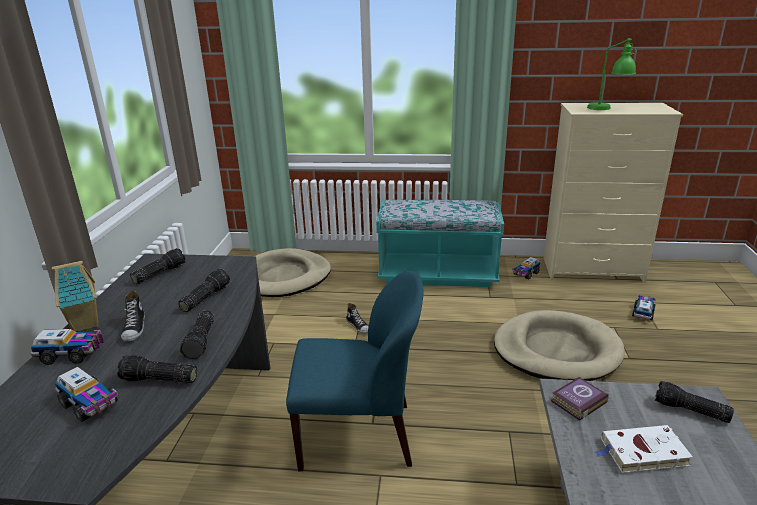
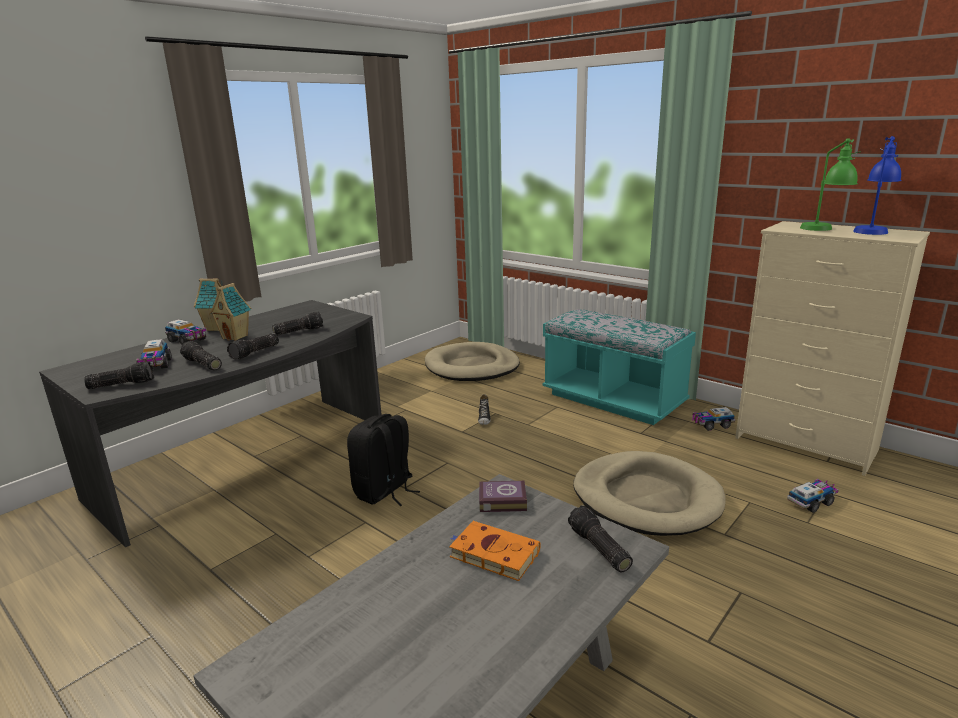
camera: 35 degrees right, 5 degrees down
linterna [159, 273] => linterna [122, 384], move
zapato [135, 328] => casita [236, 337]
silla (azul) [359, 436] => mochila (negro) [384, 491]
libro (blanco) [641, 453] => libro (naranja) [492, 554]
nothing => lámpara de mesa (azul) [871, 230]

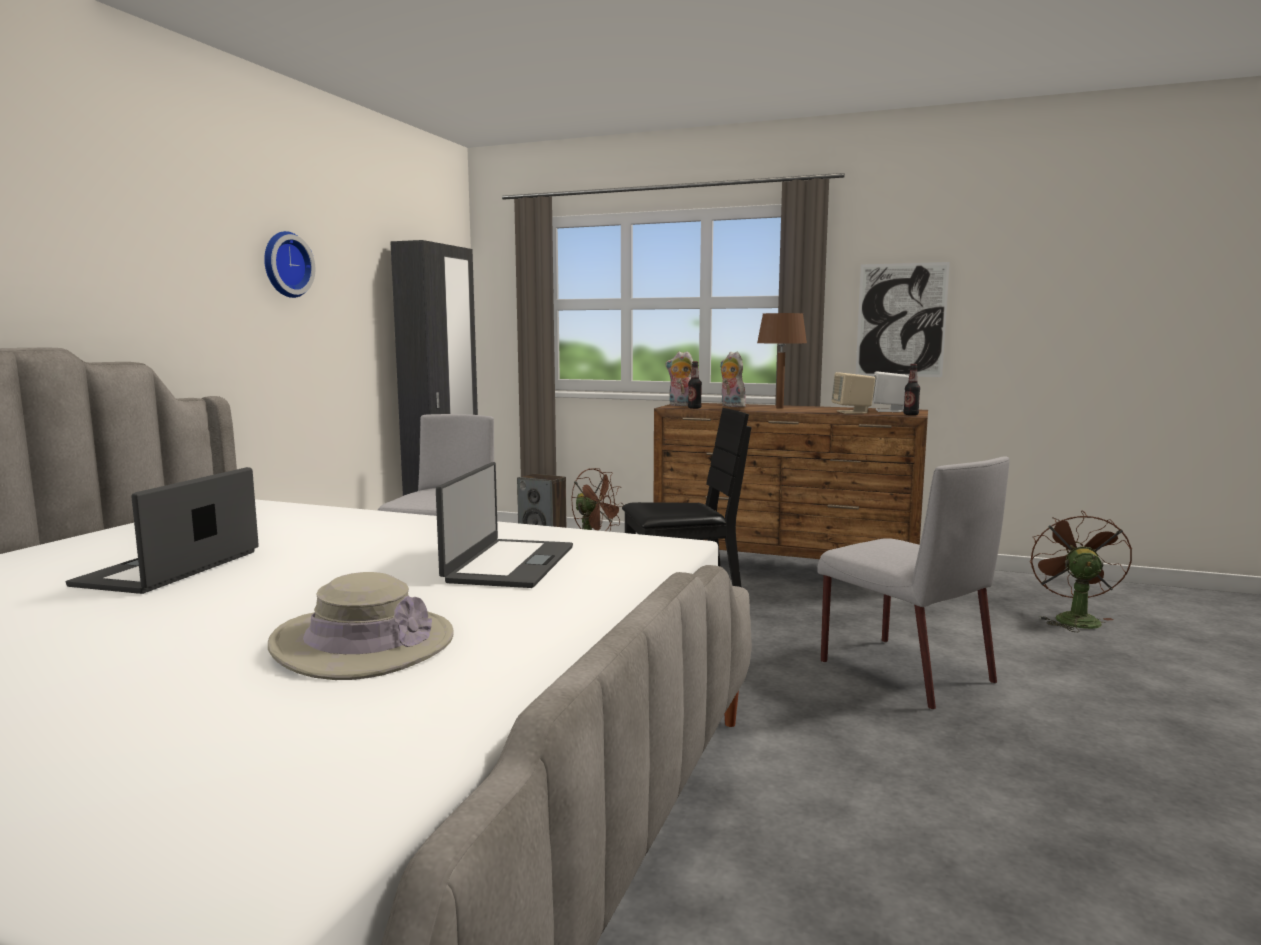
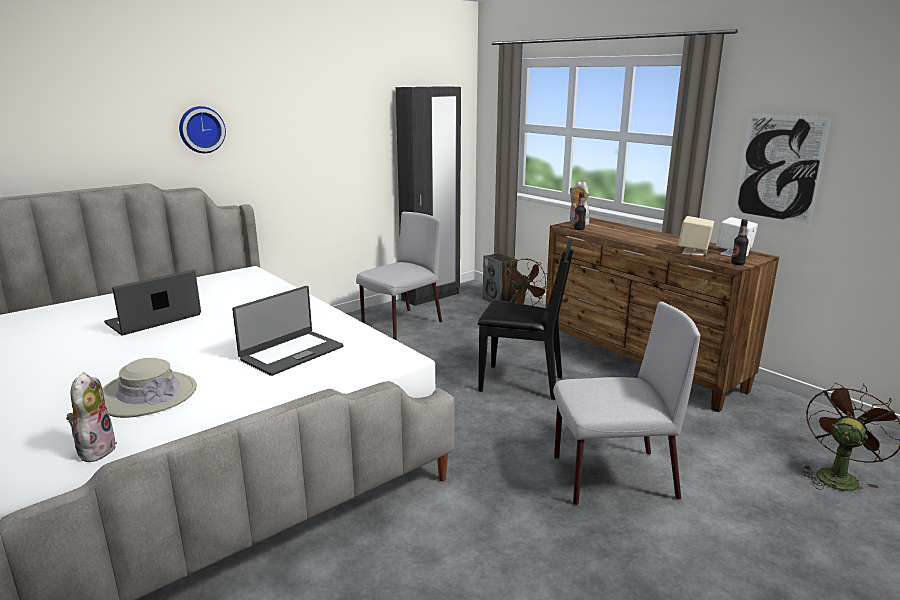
camera: 30 degrees right, 10 degrees up
peluche [731, 406] => peluche [95, 449], move
reloj de pared [285, 265] => reloj de pared [201, 129], move
silla (gris) [902, 671] => silla (gris) [611, 477], 90 degrees counterclockwise
lámpara de mesa (marrón) [779, 408] => nothing

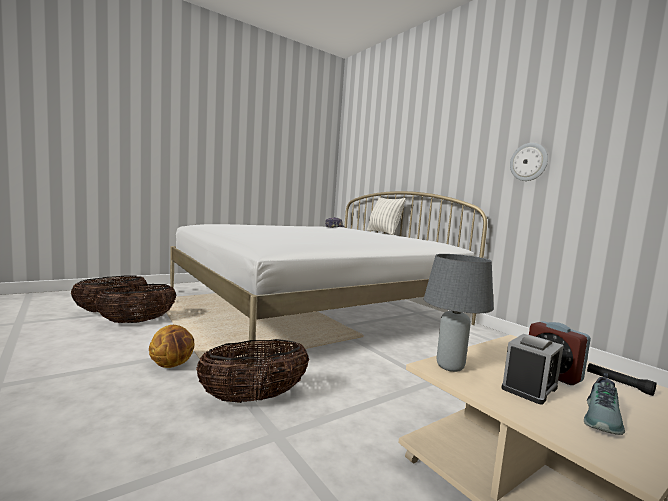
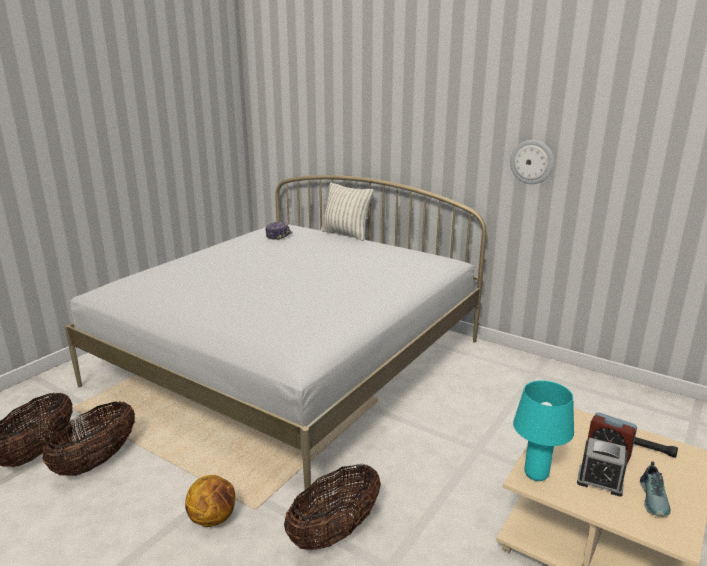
camera: 20 degrees left, 15 degrees up
lámpara de mesa (gris) [449, 367] => lámpara de mesa (turquesa) [535, 475]
despertador [529, 388] => despertador [600, 481], 90 degrees clockwise

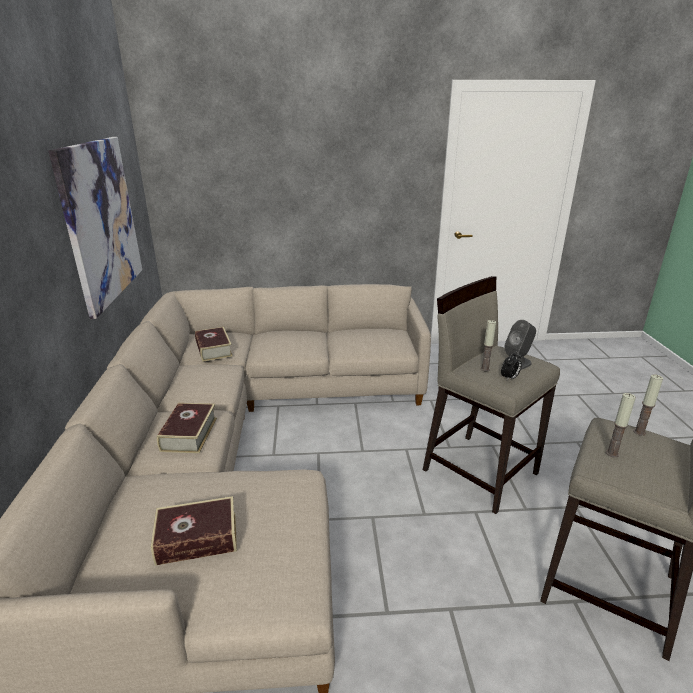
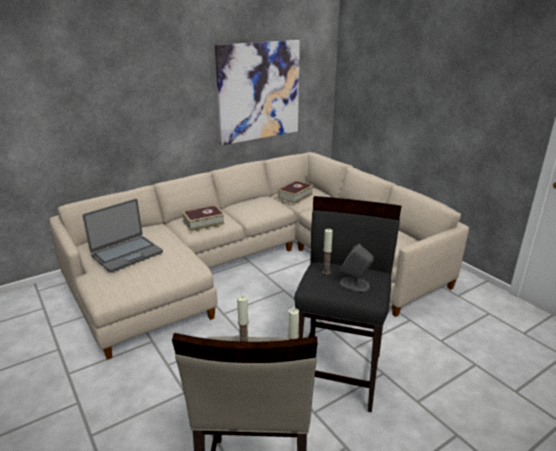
camera: 60 degrees right, 0 degrees up
libro [197, 538] => portátil [126, 254]
taburete (beis) [479, 470] => taburete (negro) [339, 373]
despertador [509, 378] => nothing

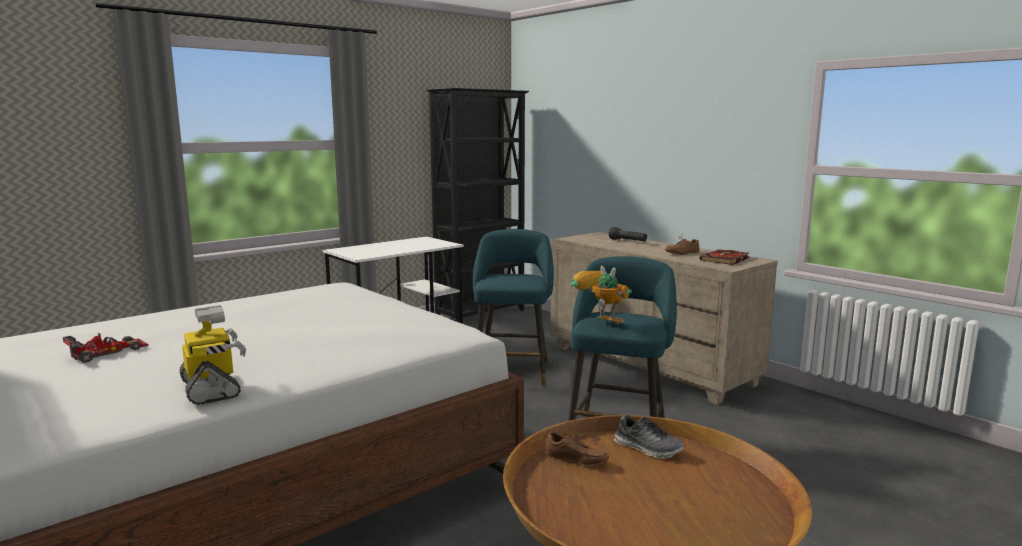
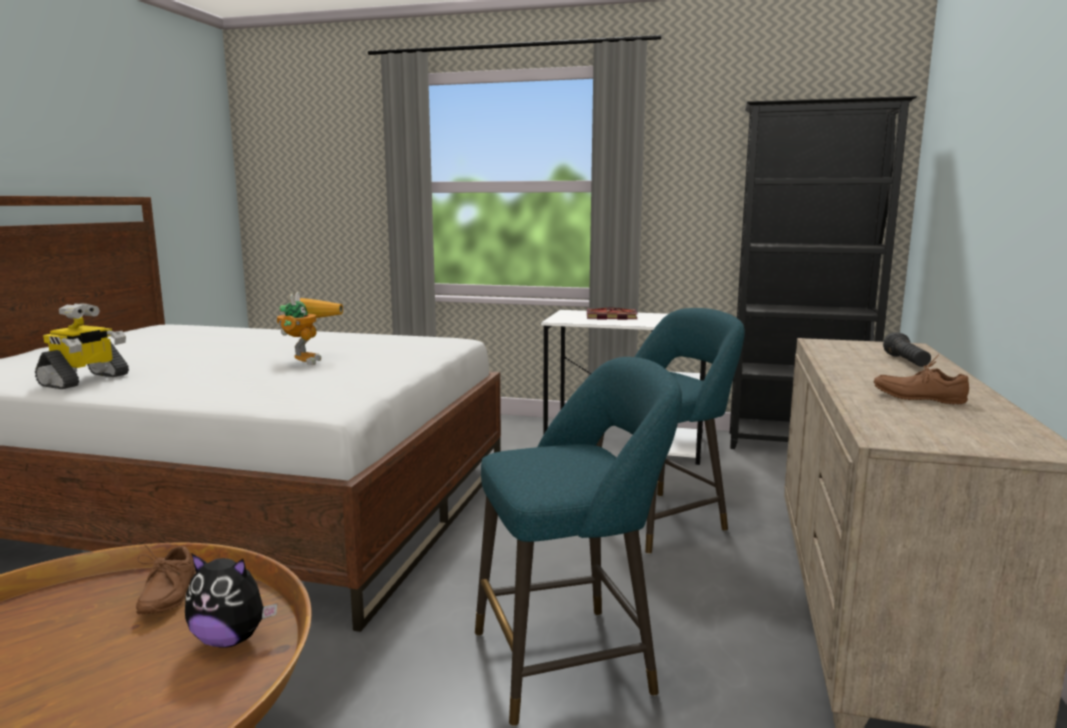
camera: 55 degrees right, 0 degrees up
zapato [648, 448] => peluche [231, 639]
robot de juguete [598, 322] => robot de juguete [306, 359], move
libro [725, 259] => libro [610, 317], move
coche de juguete [107, 351] => nothing

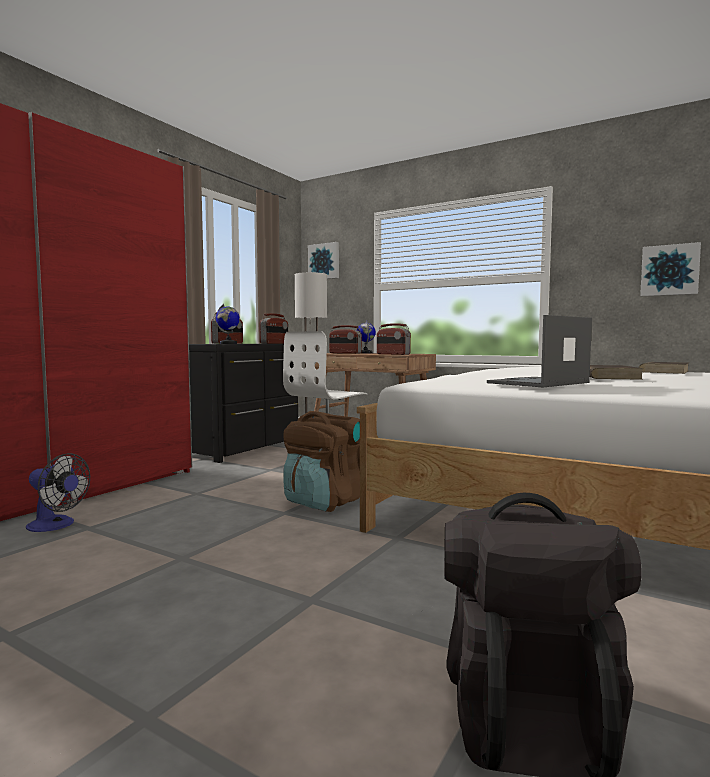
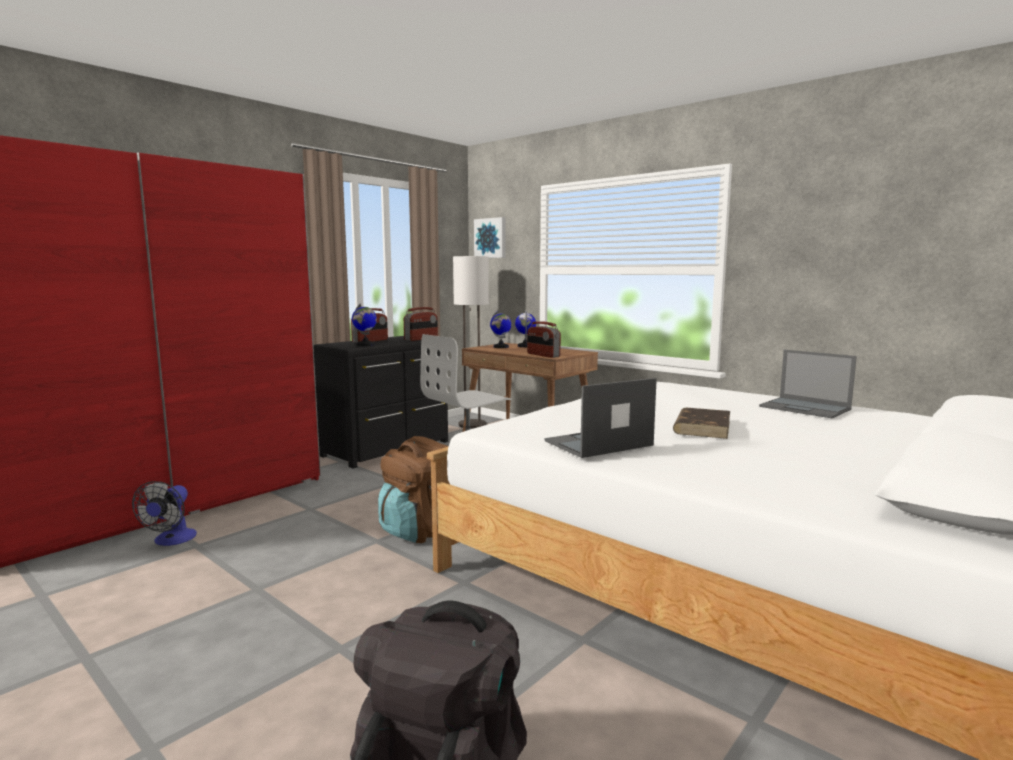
camera: 10 degrees right, 5 degrees up
ventilador [56, 525] => ventilador [171, 540], 60 degrees clockwise
radio [345, 353] => globo terráqueo [501, 347]
libro (marrón) [664, 371] => portátil [806, 408]
cuadro [669, 270] => nothing

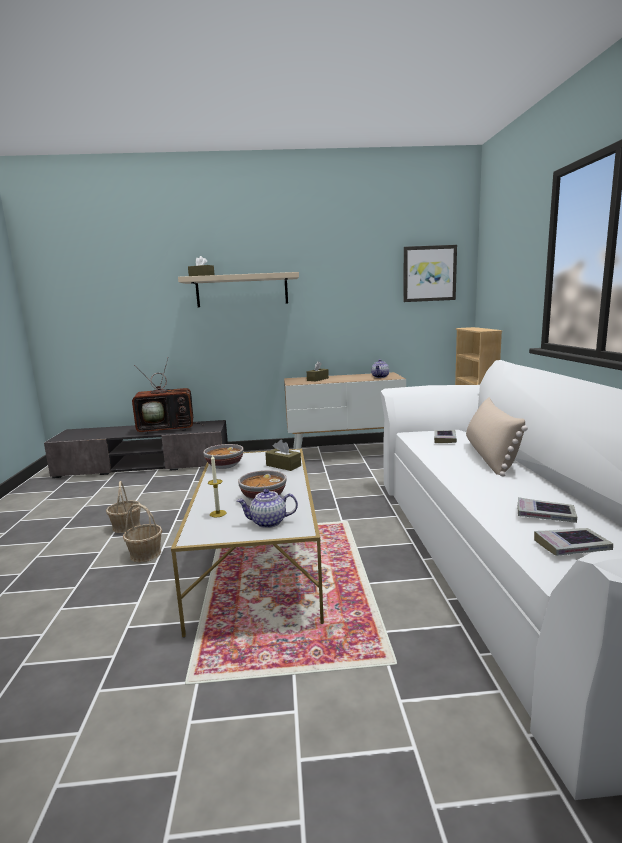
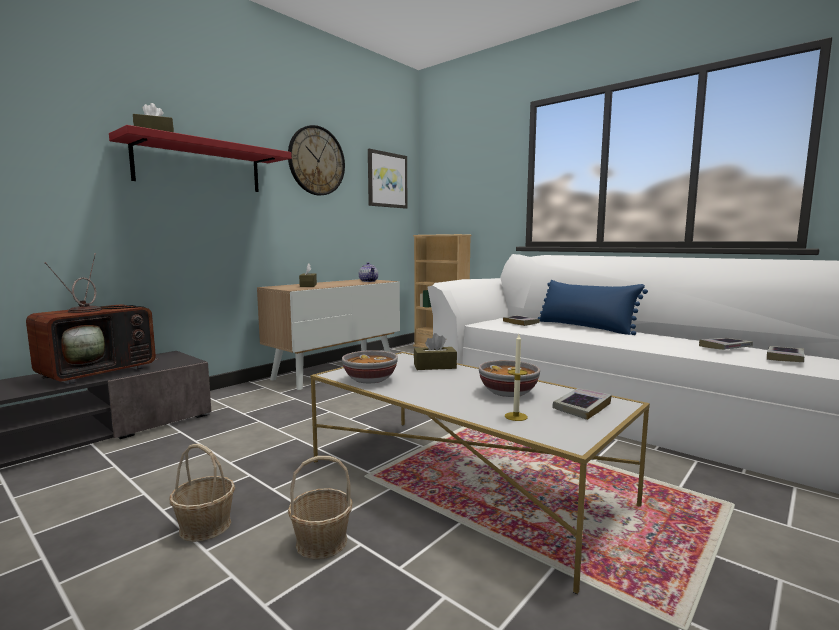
camera: 45 degrees left, 5 degrees down
estante (beis) [242, 290] => estante (rojo) [199, 166]
nothing => reloj de pared [316, 161]
cojín (beis) [490, 457] => cojín (azul) [585, 327]
tetera [268, 522] => libro [582, 407]

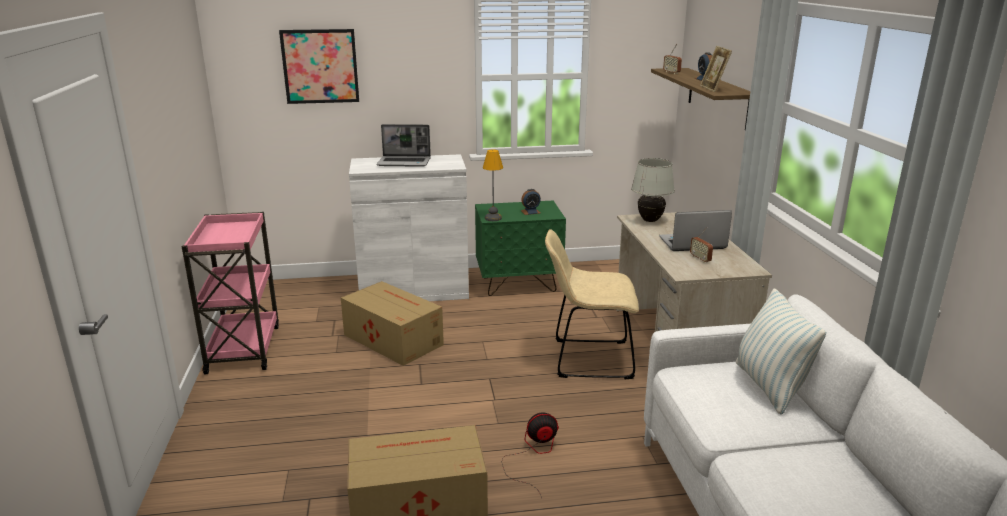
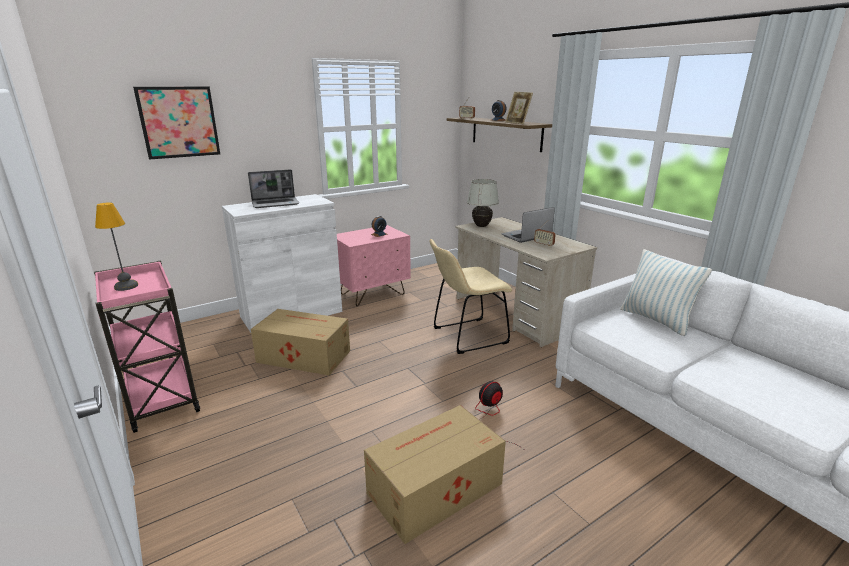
camera: 25 degrees left, 0 degrees up
lámpara de mesa [493, 218] => lámpara de mesa [126, 286], move
mesita de noche (verde) [518, 284] => mesita de noche (rosa) [372, 294]

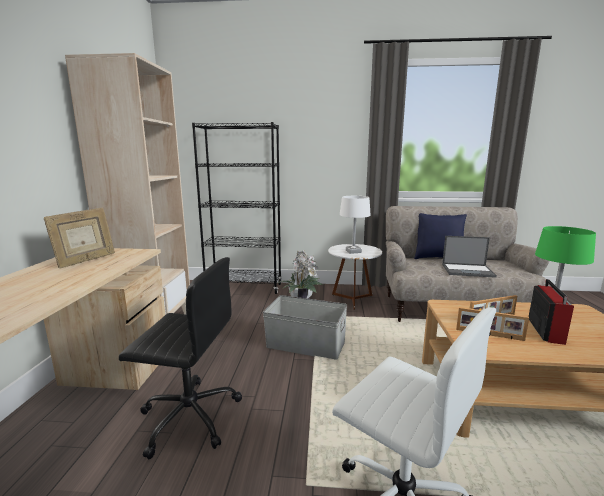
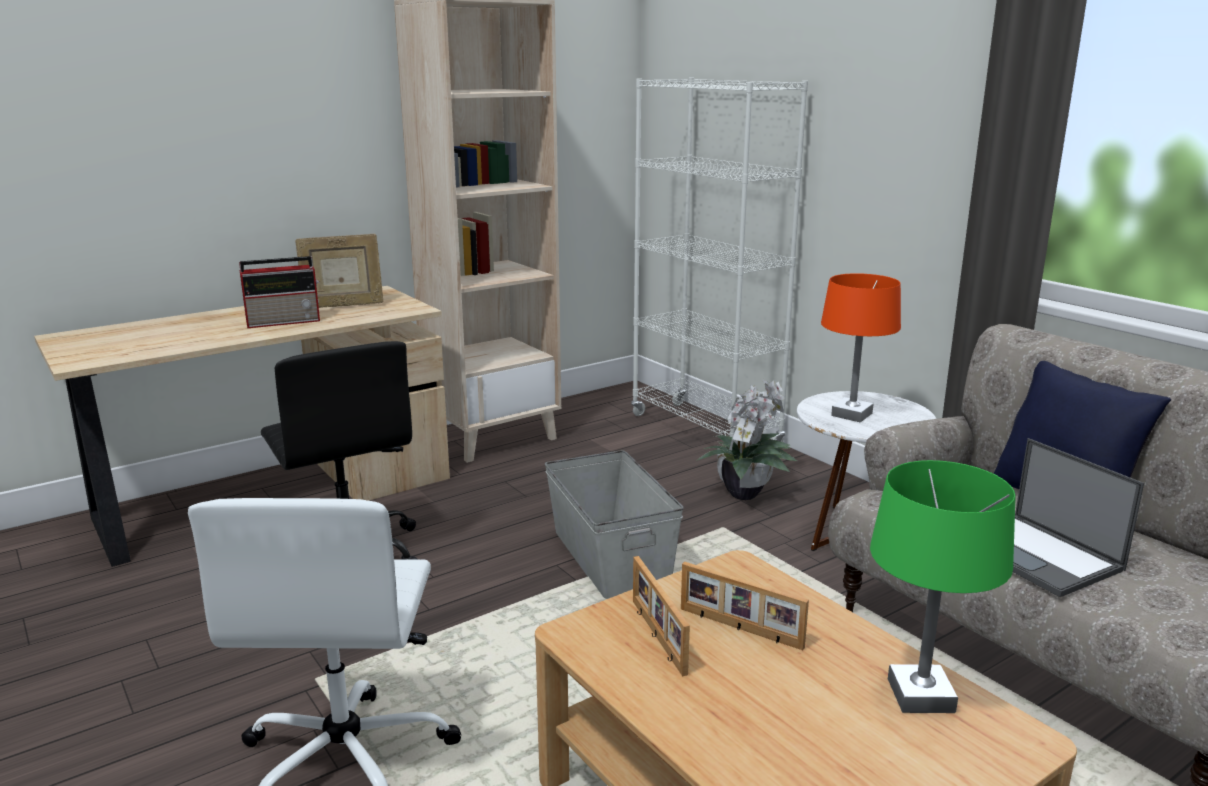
camera: 50 degrees right, 5 degrees up
radio [545, 330] => radio [285, 321], move
estantería (negro) [244, 288] => estantería (blanco) [705, 432]
lámpara de mesa (blanco) [353, 251] => lámpara de mesa (naranja) [851, 414]

